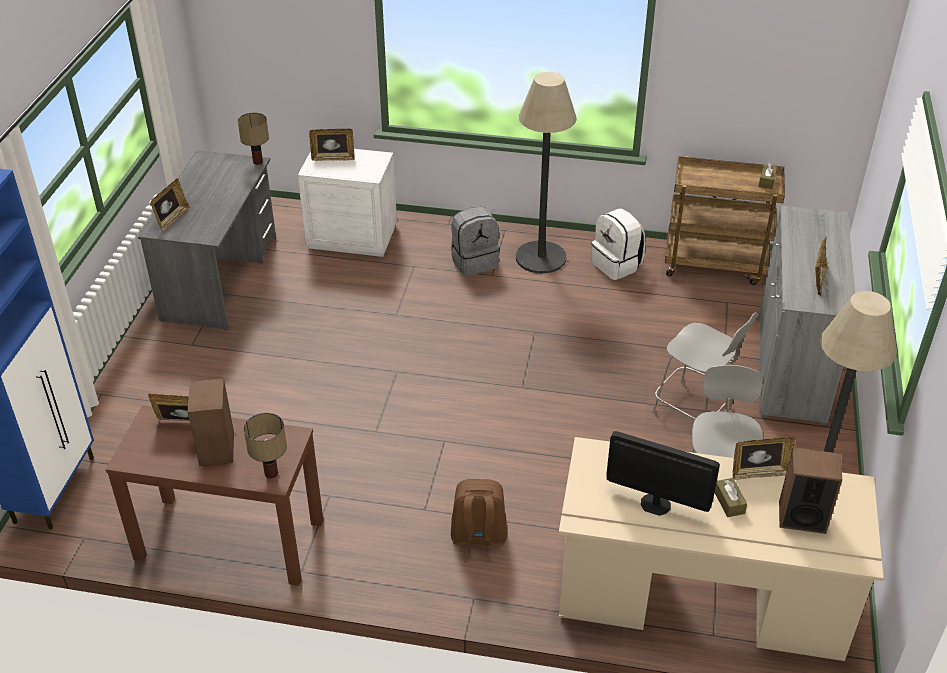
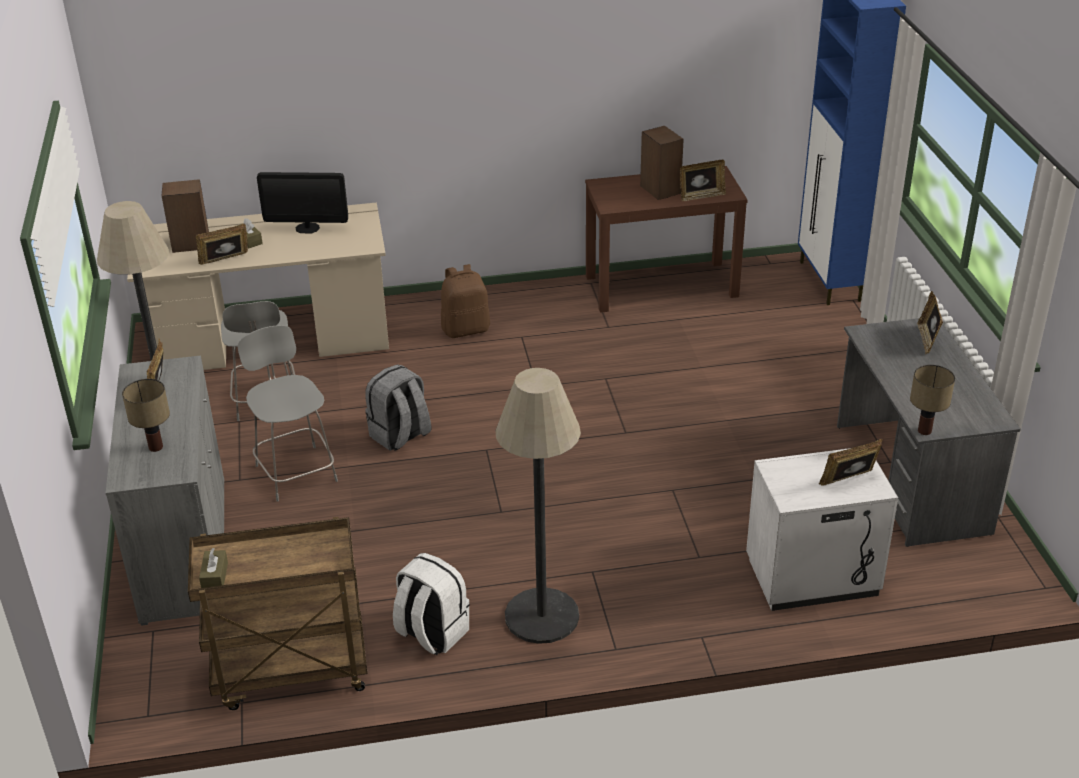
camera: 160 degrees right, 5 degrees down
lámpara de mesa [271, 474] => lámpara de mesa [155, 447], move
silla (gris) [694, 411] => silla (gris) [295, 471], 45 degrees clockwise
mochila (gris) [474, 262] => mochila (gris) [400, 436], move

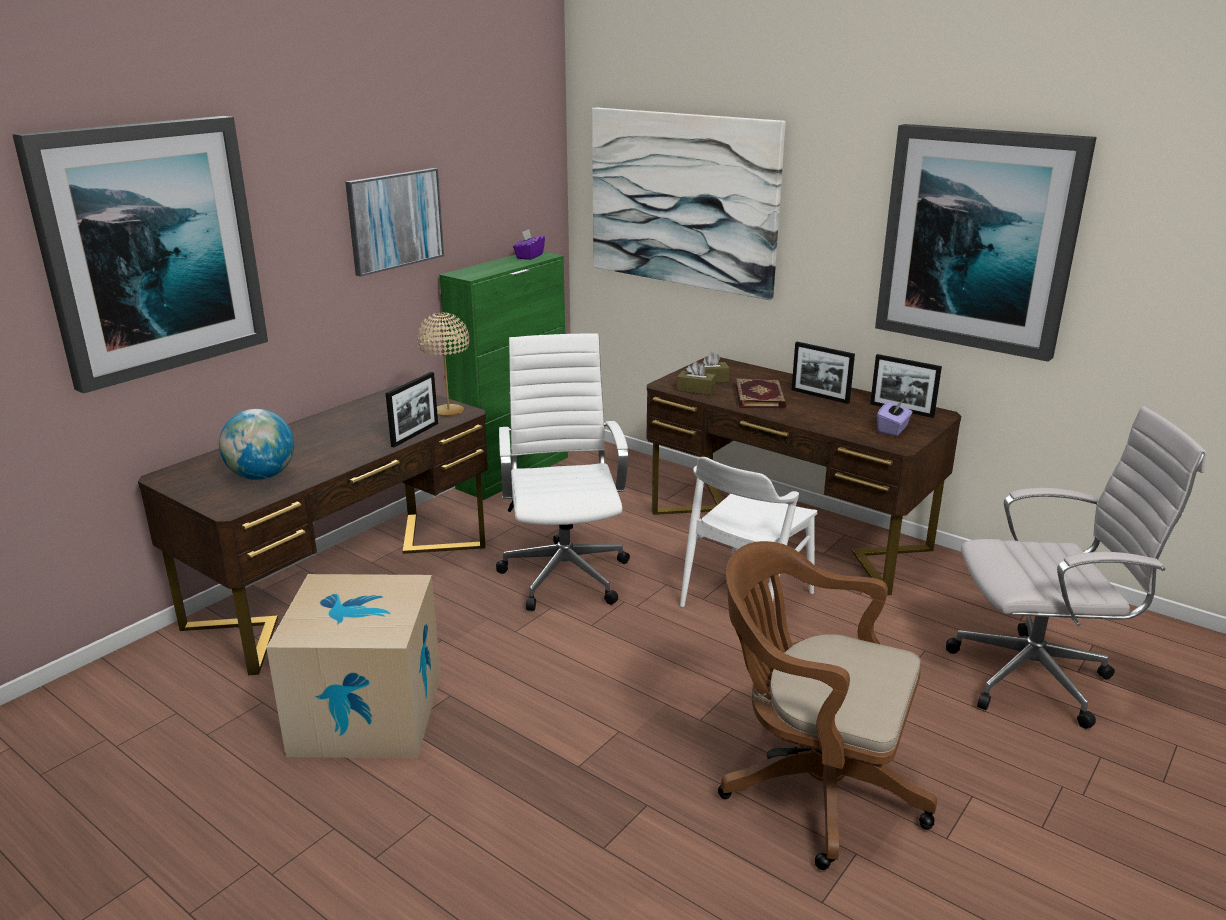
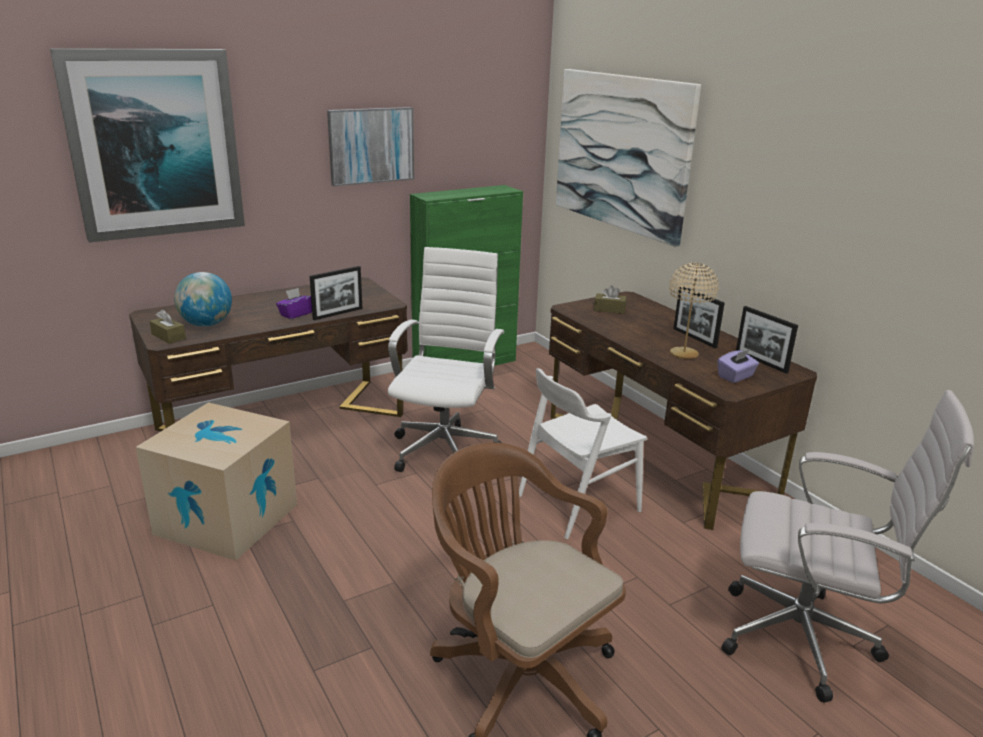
camera: 20 degrees right, 0 degrees up
caja de pañuelos (marrón) [696, 389] => caja de pañuelos (marrón) [168, 336], move
caja de pañuelos (morado) [529, 256] => caja de pañuelos (morado) [296, 314], move
lámpara de mesa (beis) [448, 411] => lámpara de mesa (beis) [683, 354], move
libro [761, 397] => nothing
cuadro [978, 240] => nothing

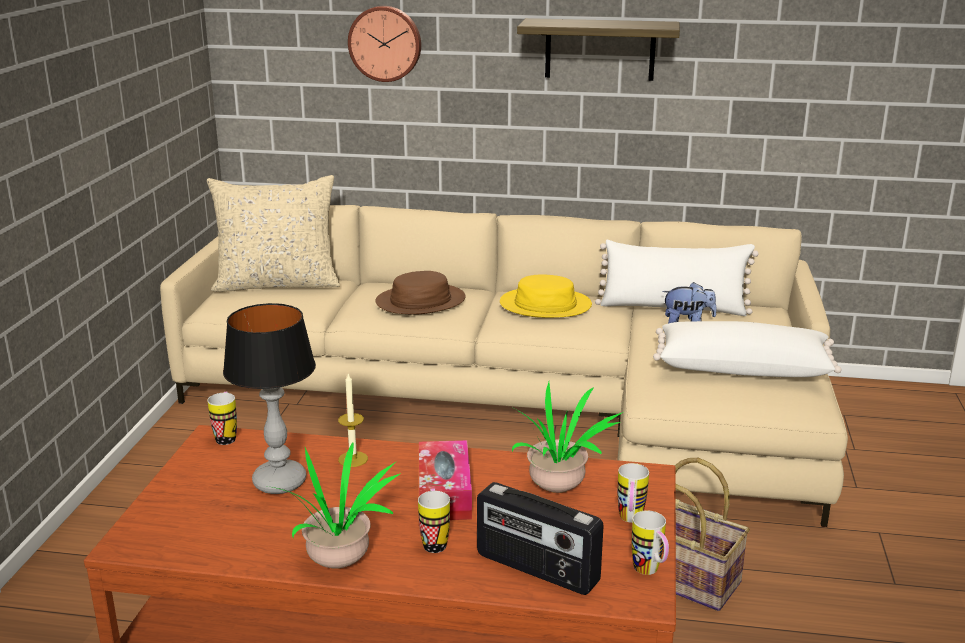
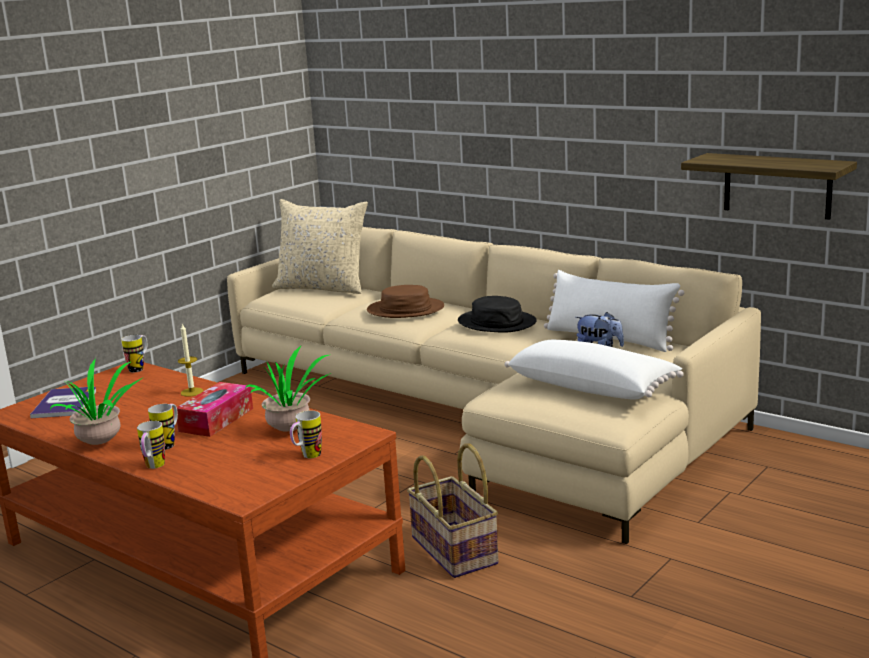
camera: 30 degrees right, 5 degrees down
nothing => libro [65, 403]
taza grande [650, 572] => taza grande [153, 467], move
sombrero (amarillo) [545, 305] => sombrero (negro) [497, 322]
estante [600, 49] => estante [777, 185], move
lámpara de mesa [278, 482] => nothing
reloj de pared [385, 43] => nothing
radio [536, 569] => nothing

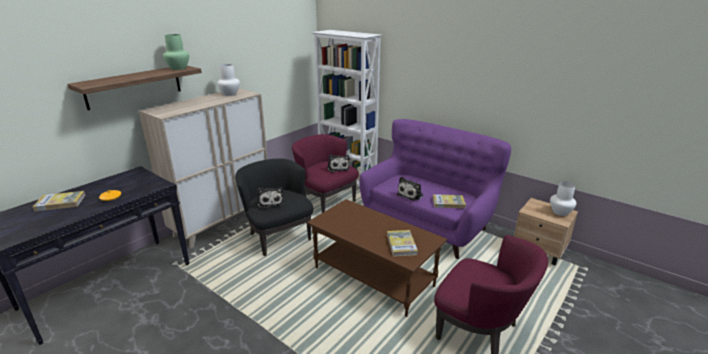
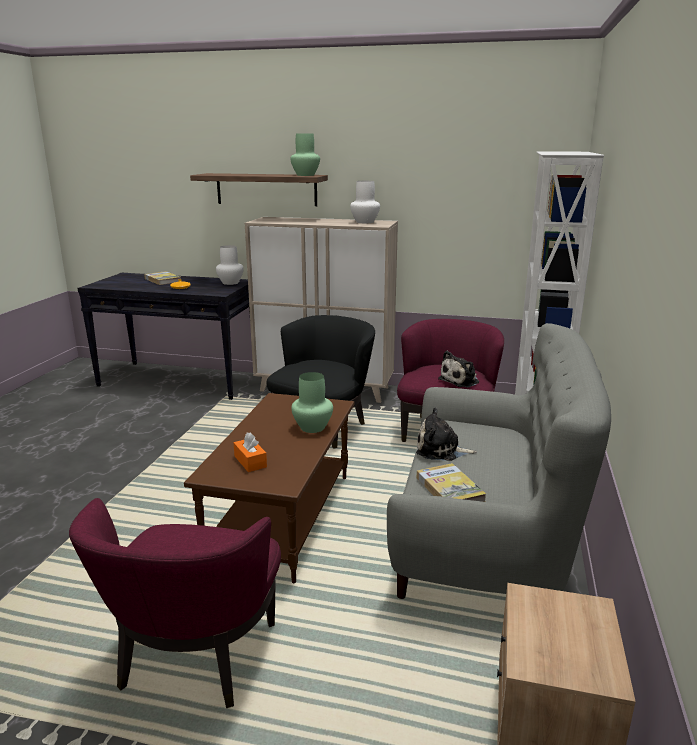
camera: 65 degrees right, 5 degrees down
florero (blanco) [560, 212] => florero (blanco) [230, 283], move
libro [401, 244] => caja de pañuelos (naranja) [250, 461]
nothing => florero (verde) [313, 427]
sofá (morado) [427, 224] => sofá (gris) [485, 539]
peluche [270, 202] => nothing

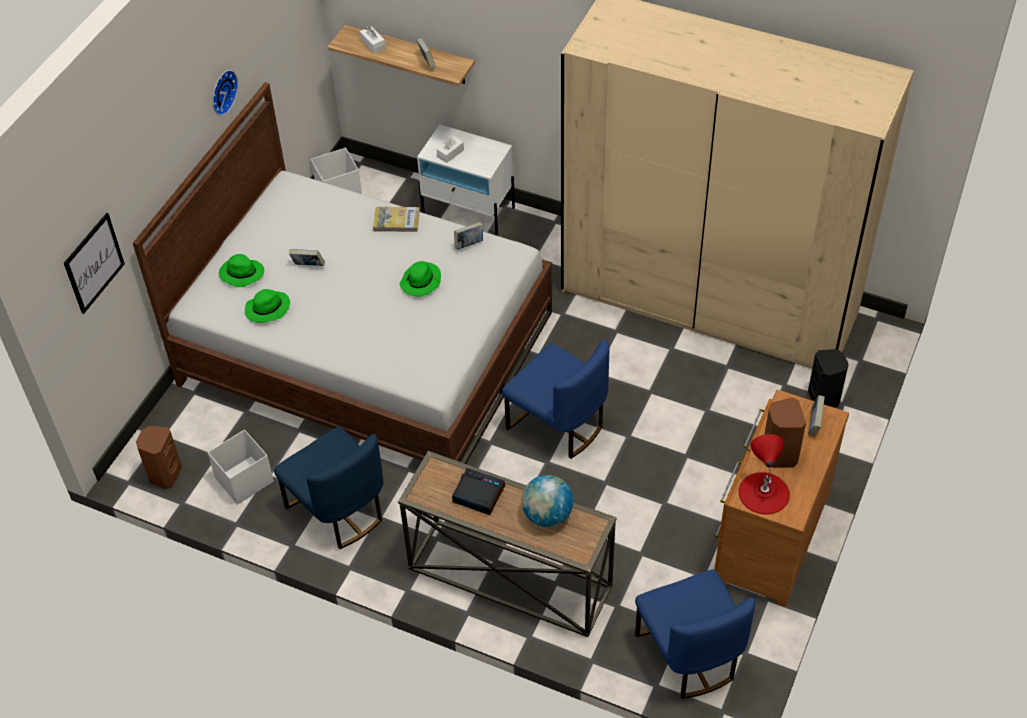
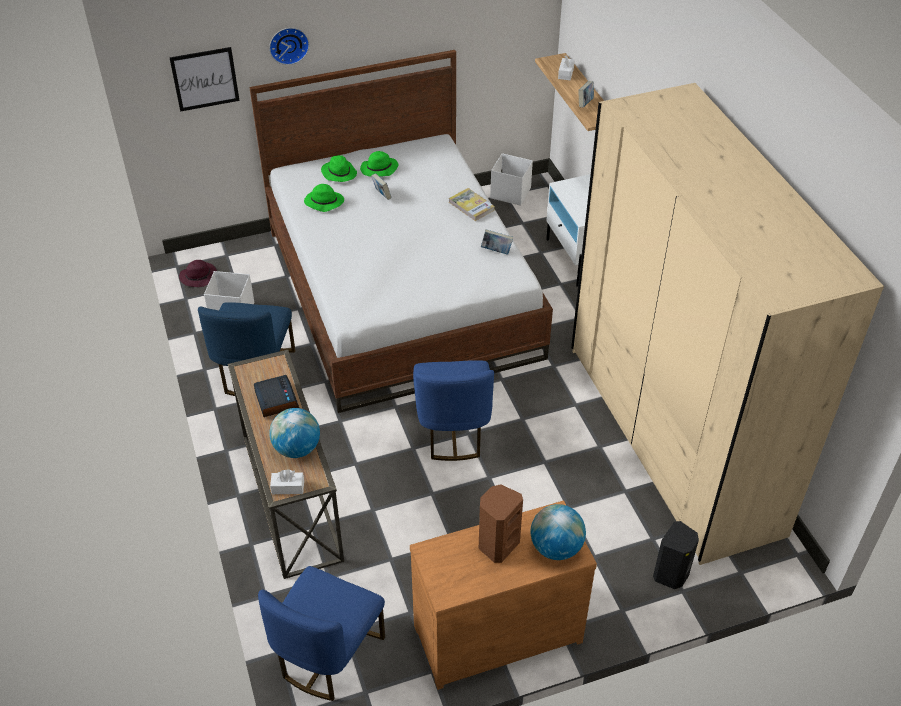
camera: 45 degrees right, 5 degrees down
altavoz (marrón) [164, 474] => sombrero (morado) [199, 276]
reloj de pared [221, 91] => reloj de pared [288, 44], move
caja de pañuelos (blanco) [450, 153] => caja de pañuelos (blanco) [288, 487], move
sombrero (verde) [421, 282] => sombrero (verde) [378, 169], move
libro [814, 424] => globo terráqueo [556, 548]
lámpara de mesa (rojo) [763, 493] => nothing

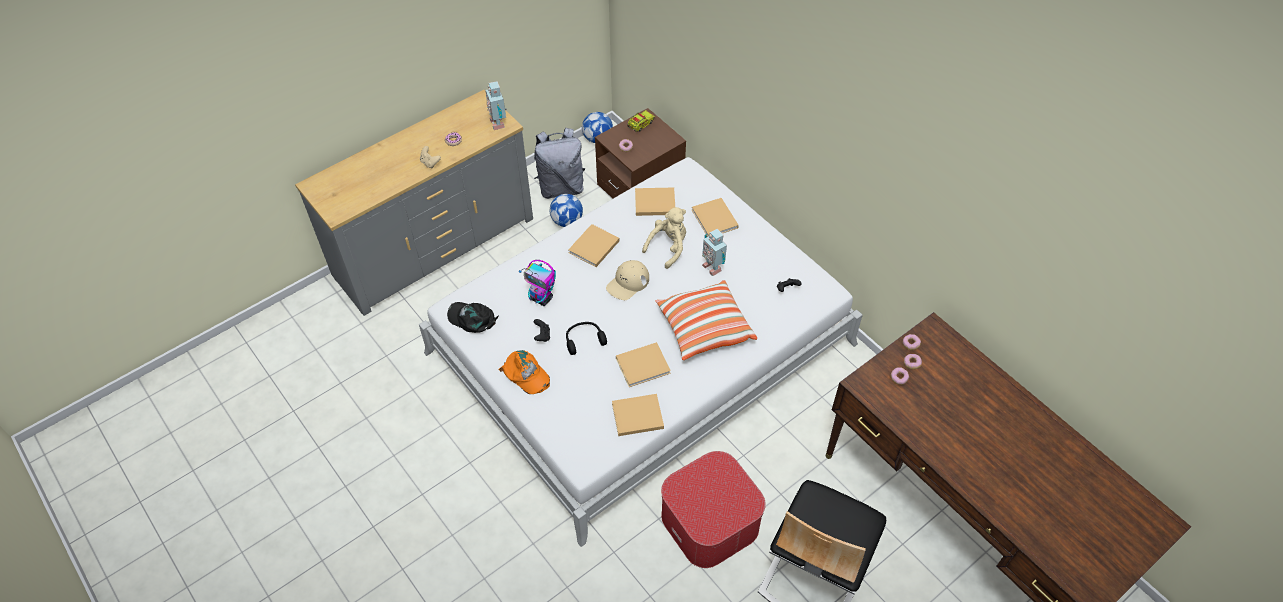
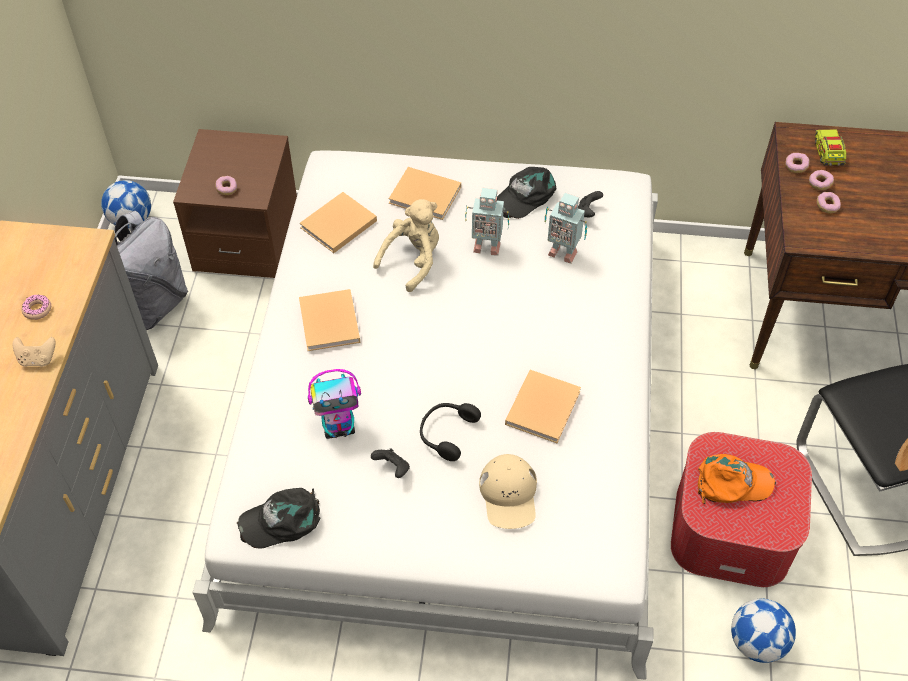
camera: 45 degrees left, 0 degrees up
peluche (beis) [668, 247] => peluche (beis) [413, 260], 45 degrees clockwise
gorra (beis) [628, 283] => gorra (beis) [509, 495], move
nothing => gorra (negro) [525, 195]
robot de juguete [498, 123] => robot de juguete [562, 252], move
gorra (naranja) [525, 375] => gorra (naranja) [732, 483], move
balón de fútbol [567, 221] => balón de fútbol [756, 642], move
camión de juguete [640, 124] => camión de juguete [828, 153], move
libro (beis) [636, 416] => nothing
cojín [704, 328] => nothing

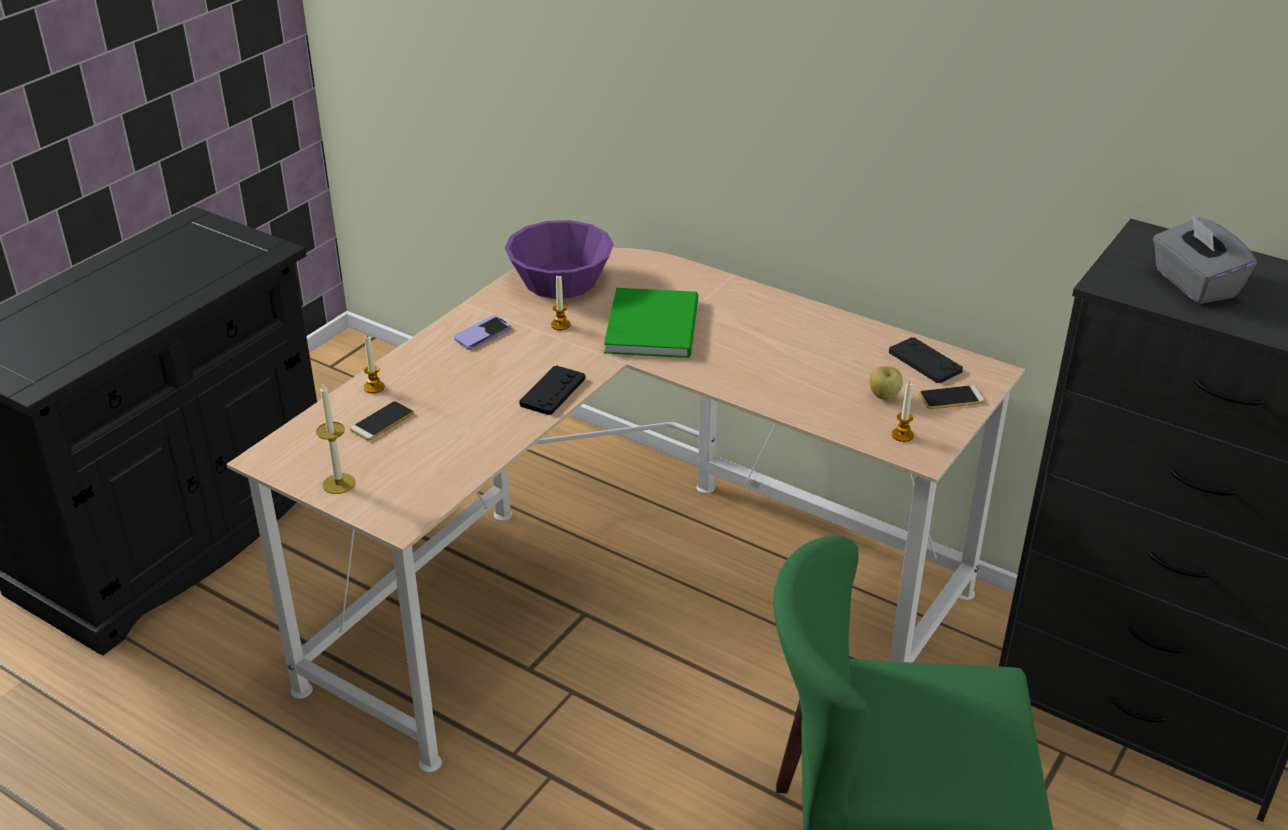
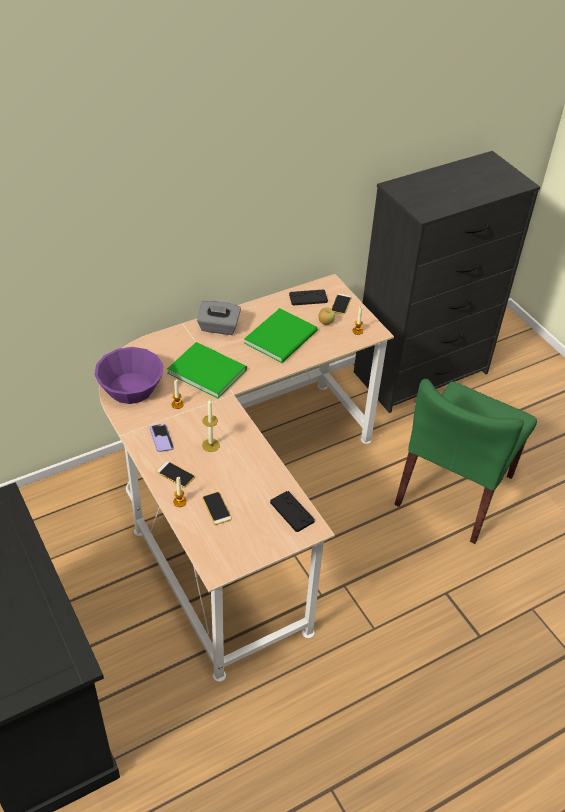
camera: 65 degrees left, 10 degrees up
nothing => móvil [175, 474]
caja de pañuelos (gris) [1194, 284] => caja de pañuelos (gris) [219, 327], move
vela [339, 483] => vela [210, 445], move
nothing => libro (verde) [283, 337]
mando de consola (negro) [552, 392] => mando de consola (negro) [292, 512], move

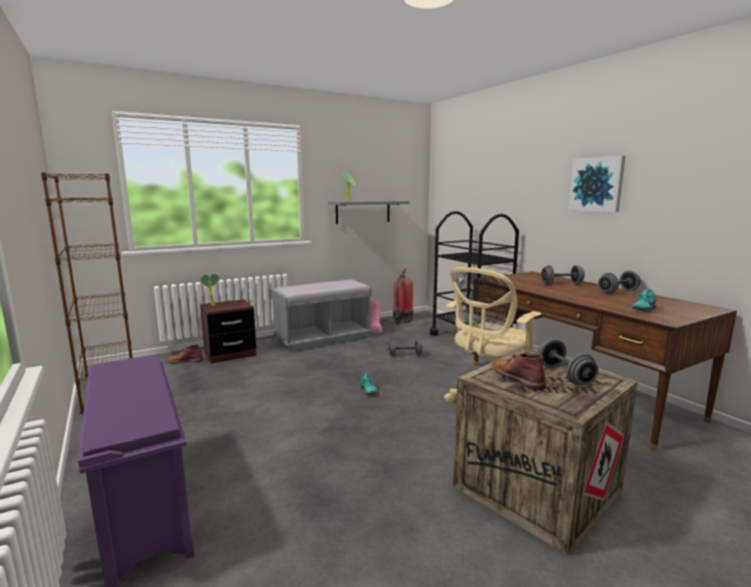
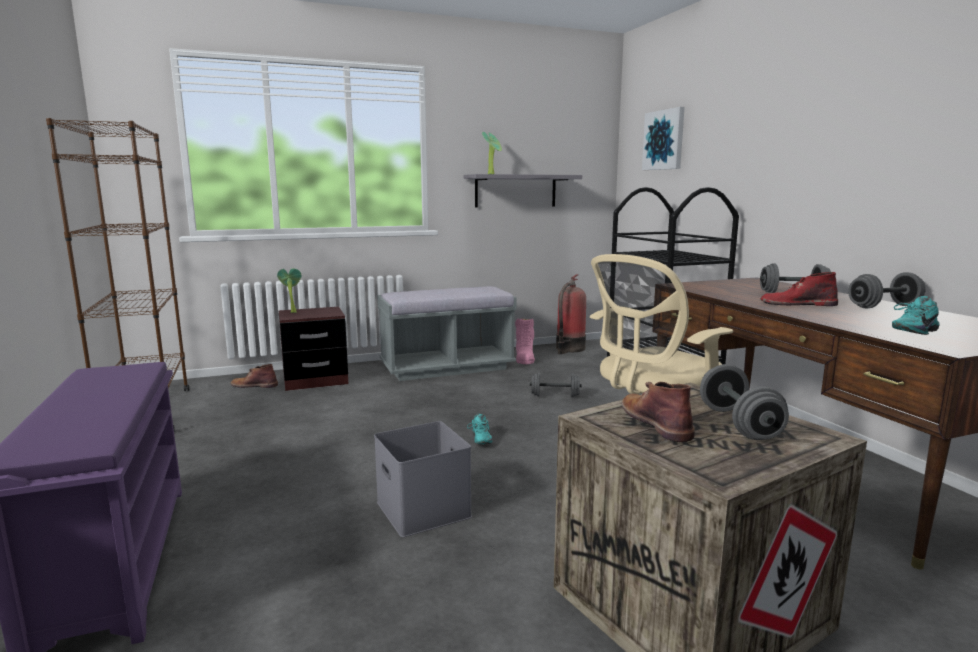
camera: 10 degrees right, 0 degrees up
nothing => caja de almacenaje (gris) [421, 509]
cuadro [596, 184] => cuadro [664, 140], move
nothing => bota (rojo) [797, 304]

